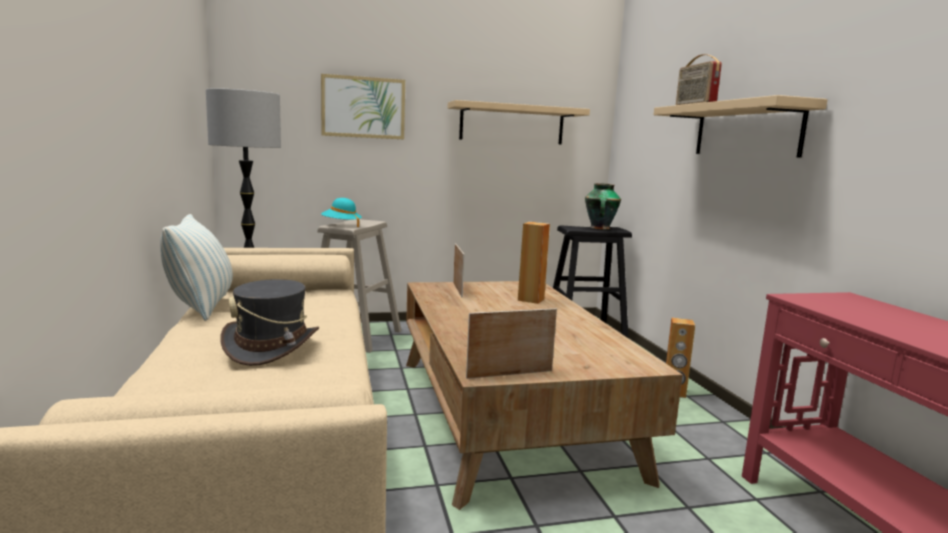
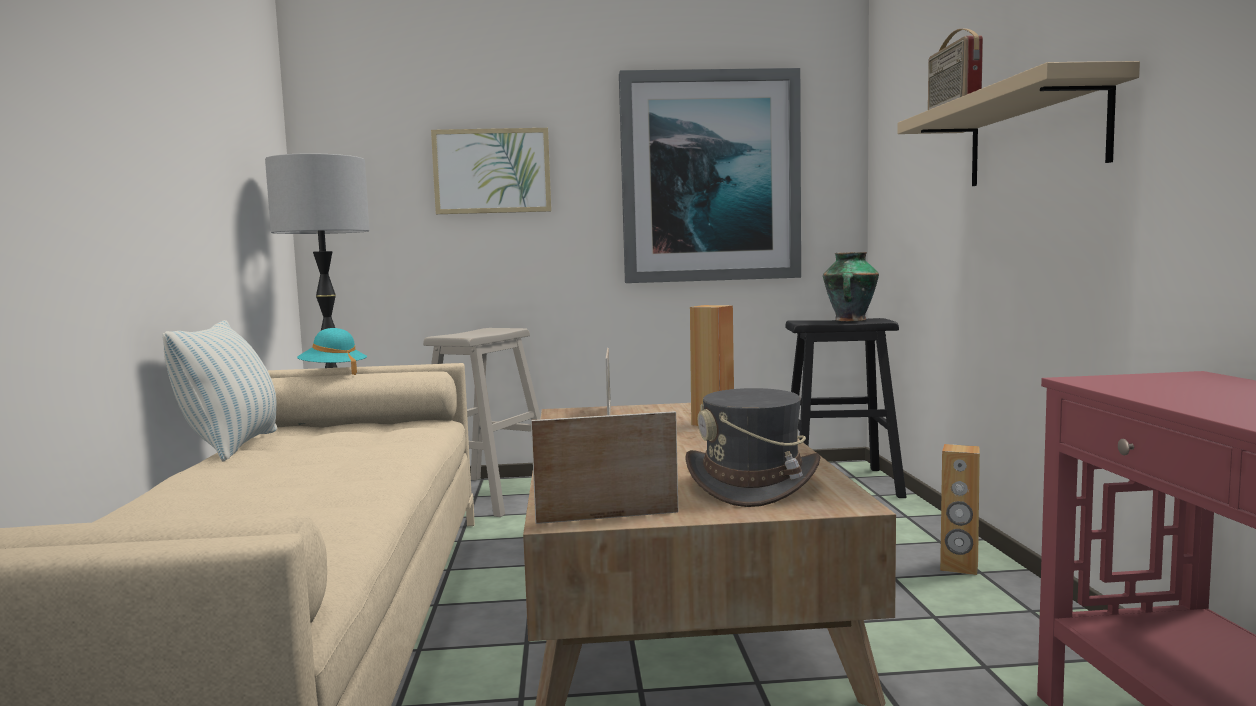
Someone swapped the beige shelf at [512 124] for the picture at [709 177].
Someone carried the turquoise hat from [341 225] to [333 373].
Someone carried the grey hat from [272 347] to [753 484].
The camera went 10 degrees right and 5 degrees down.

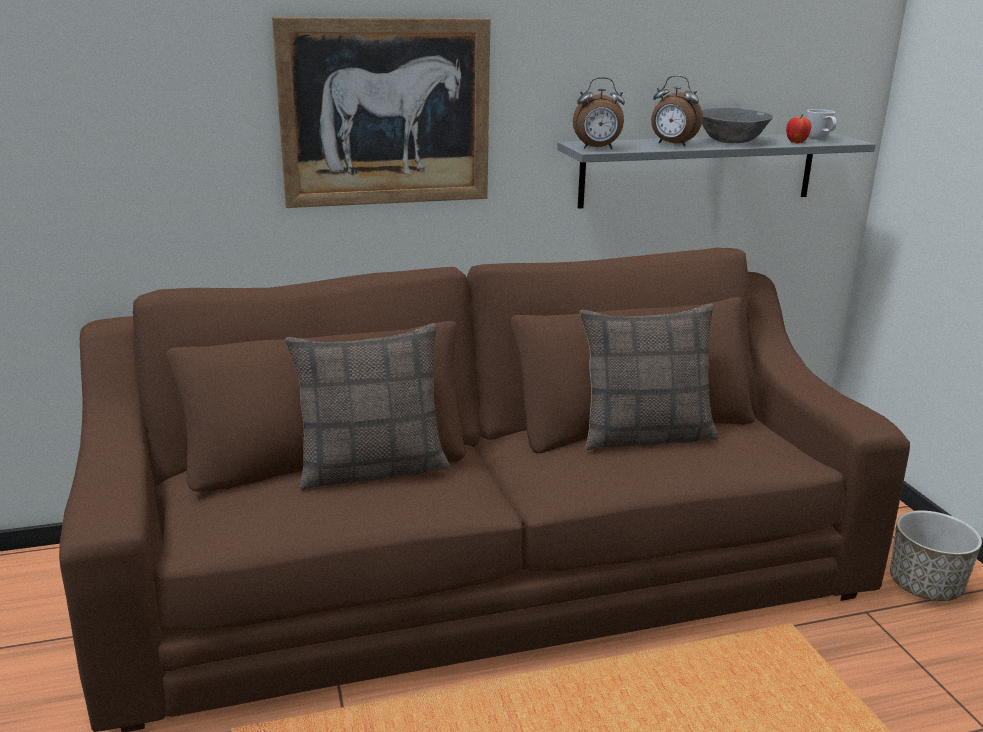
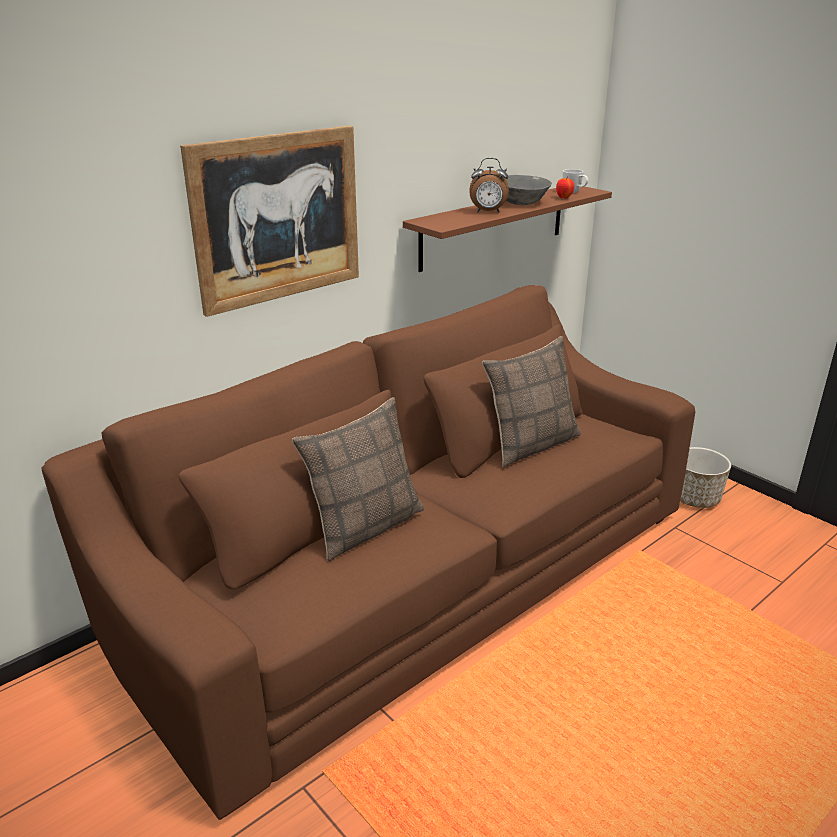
Someone took away the alarm clock at [597 148].
Someone repainted the grey shelf at [698 170], which became the brown shelf at [494 226].
The camera went 25 degrees left and 5 degrees up.

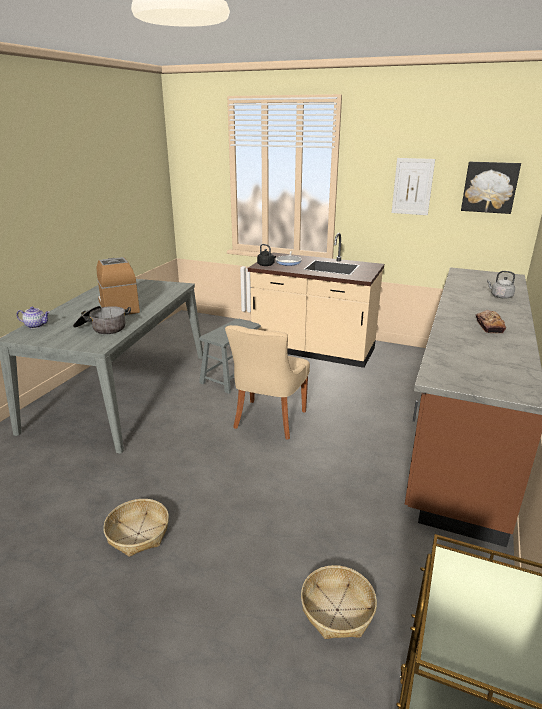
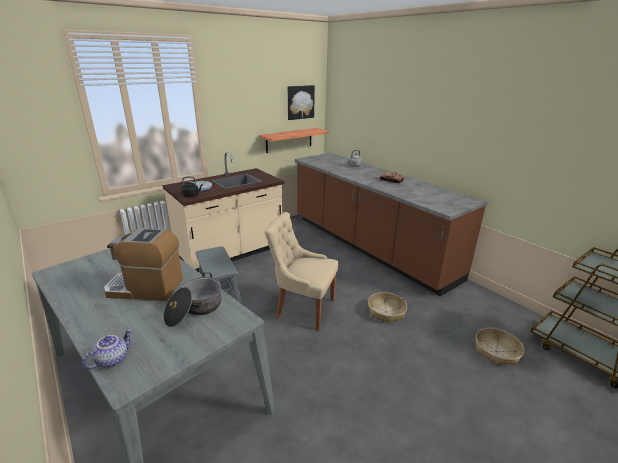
Someone took away the picture at [412 186].
Someone rotated the beige chair at [268 420] by 150 degrees clockwise.
Someone carried the basket from [138 533] to [386 312].
Someone put up the shelf at [289 140].
The camera went 60 degrees left and 0 degrees up.

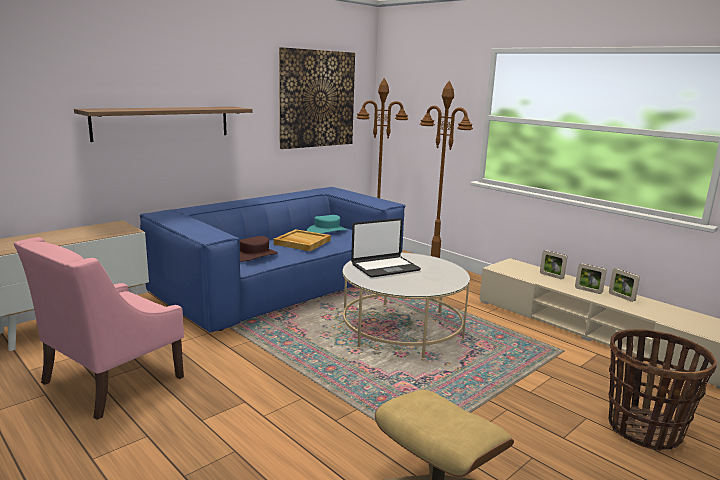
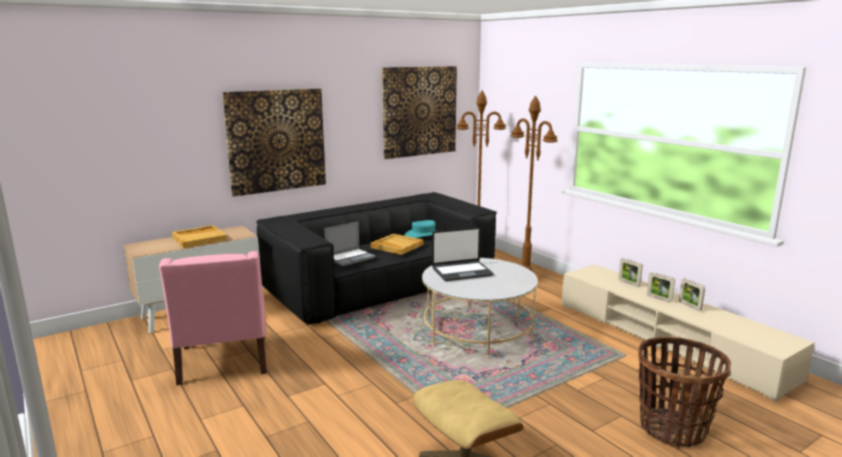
Someone swapped the shelf at [162 123] for the picture at [276 141].
Someone repainted the blue sofa at [282 285], which became the black sofa at [381 284].
Someone swapped the brown hat at [254 255] for the laptop at [350 258].
Someone rotated the pink armchair at [111 380] by 60 degrees counterclockwise.
Someone put down the beige tray at [199 238].
The camera went 10 degrees right and 0 degrees up.

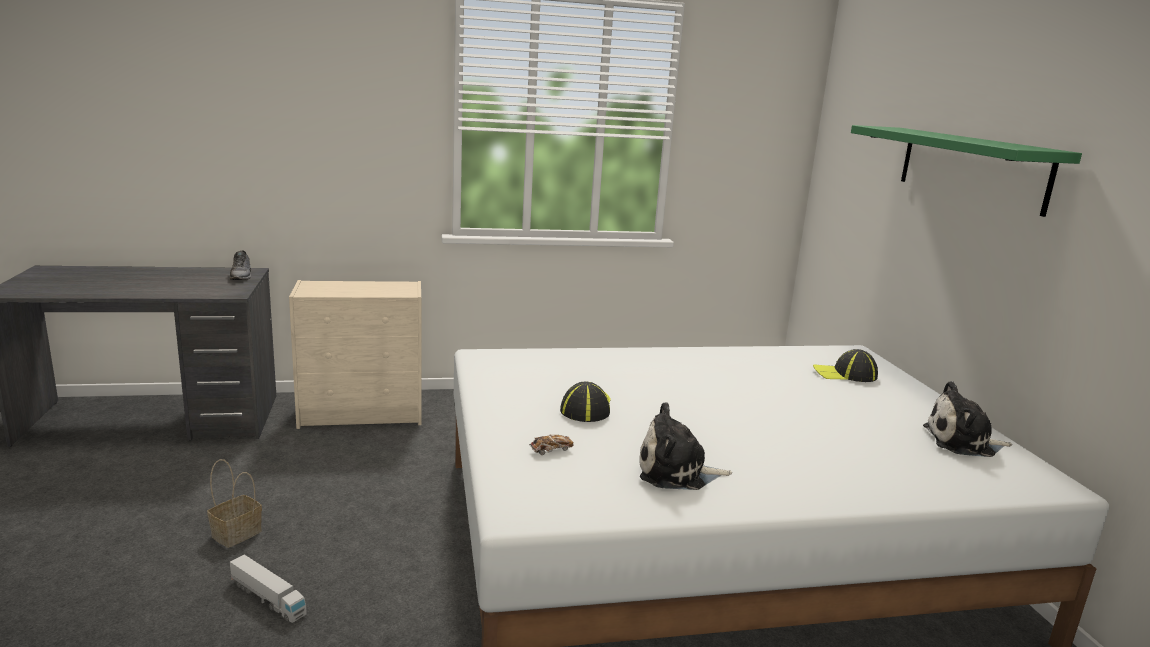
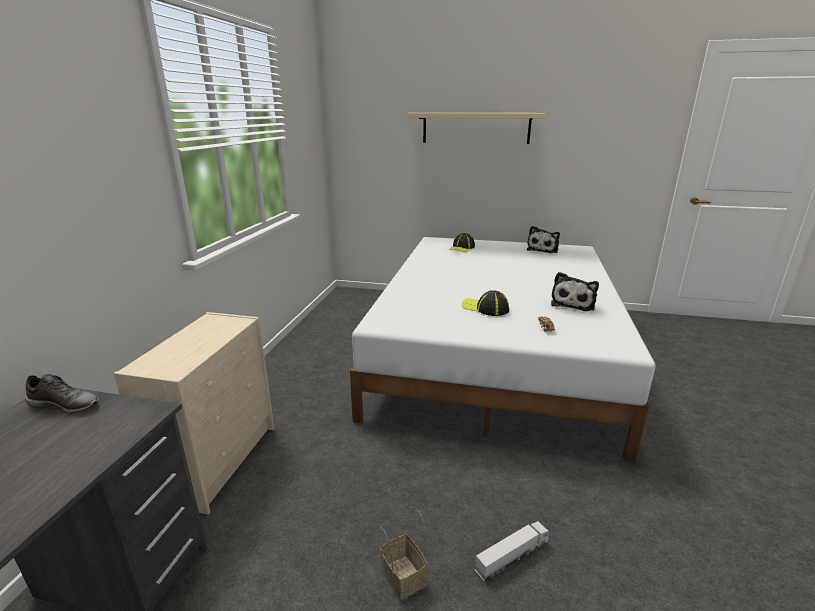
Someone repainted the green shelf at [971 167], which became the beige shelf at [475 128].
The camera went 65 degrees left and 5 degrees up.

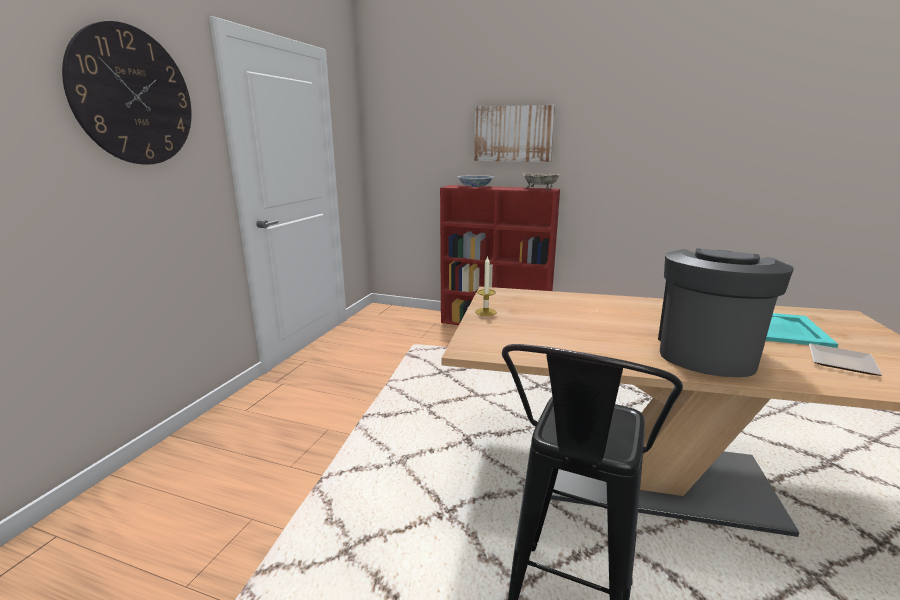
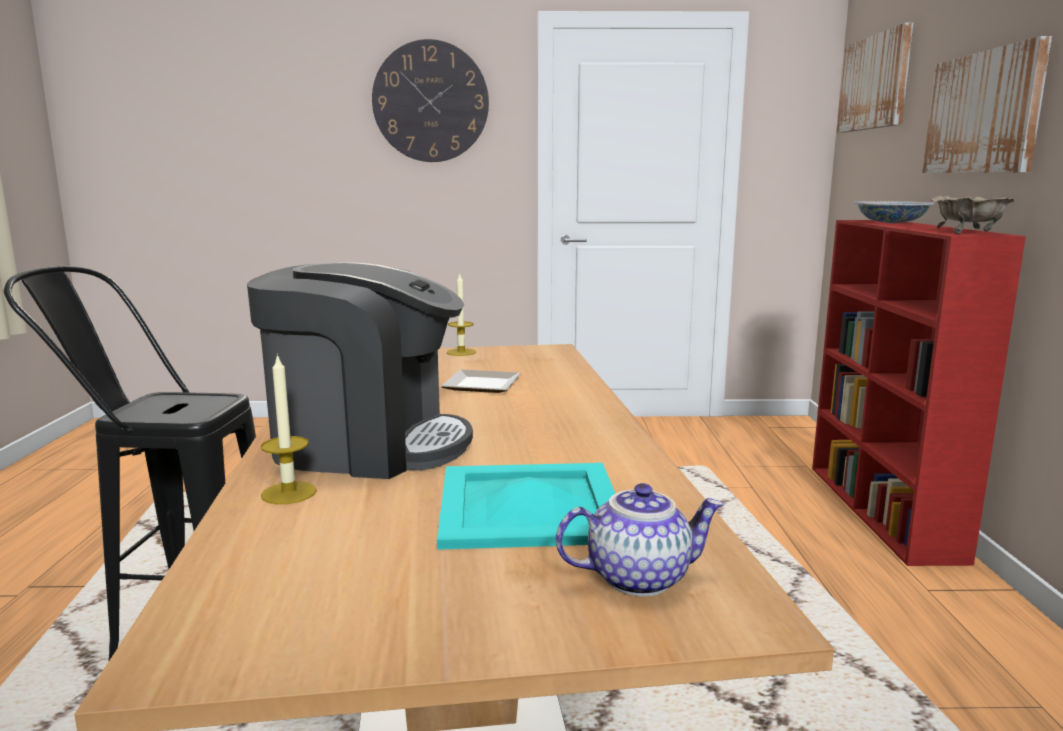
Someone carried the plate from [843 362] to [484 386].
Someone put up the picture at [875 82].
Someone put down the candle at [289 493].
Someone put down the teapot at [638 577].
The camera went 70 degrees right and 5 degrees down.

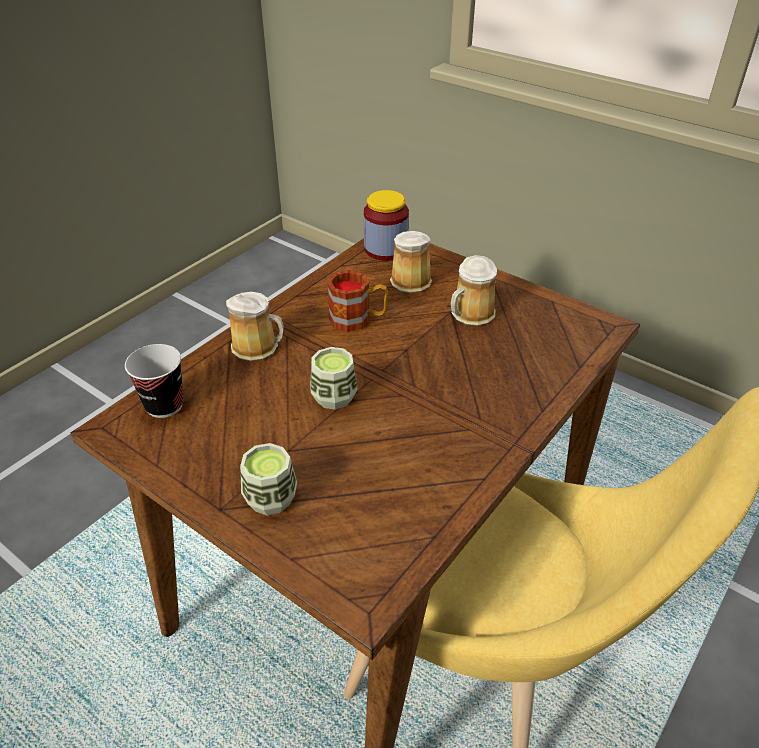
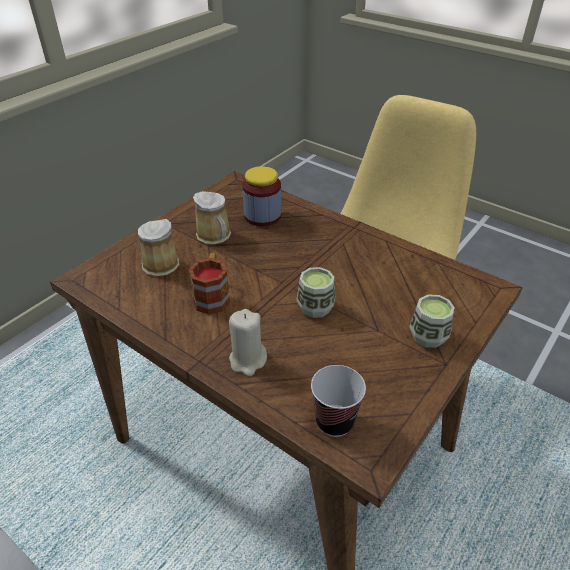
Someone carried the jar from [386 249] to [262 216].
Someone swapped the mug at [258 347] for the beige candle at [248 360].
The camera went 90 degrees left and 0 degrees up.

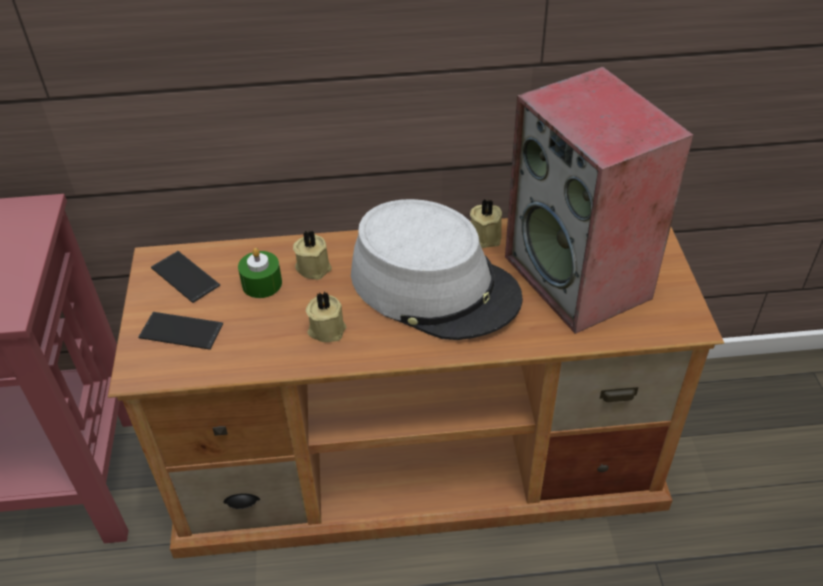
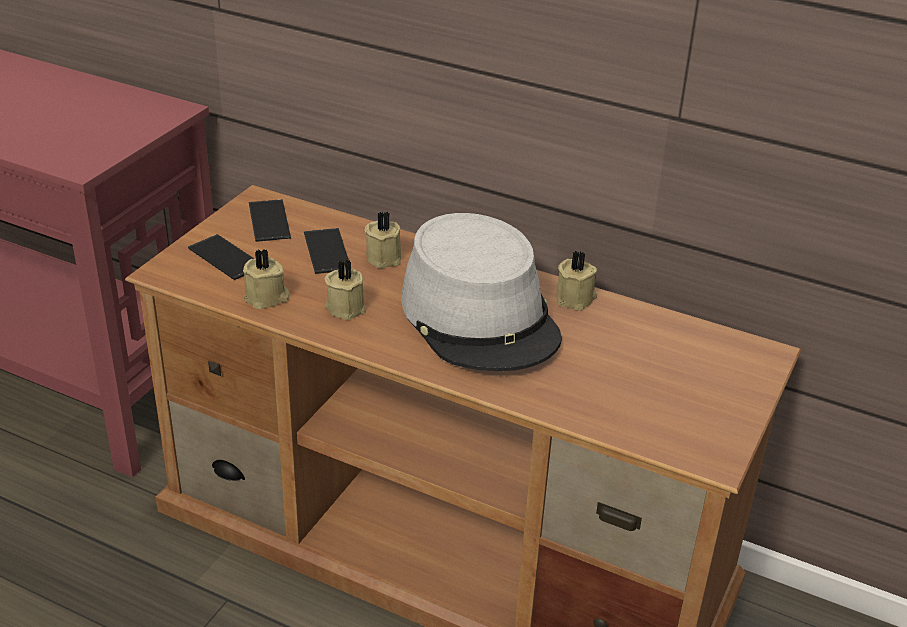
Someone took away the speaker at [579 278].
Someone swapped the green candle at [262 283] for the phone at [327 251].
Someone put down the beige candle at [267 298].
The camera went 30 degrees right and 10 degrees down.

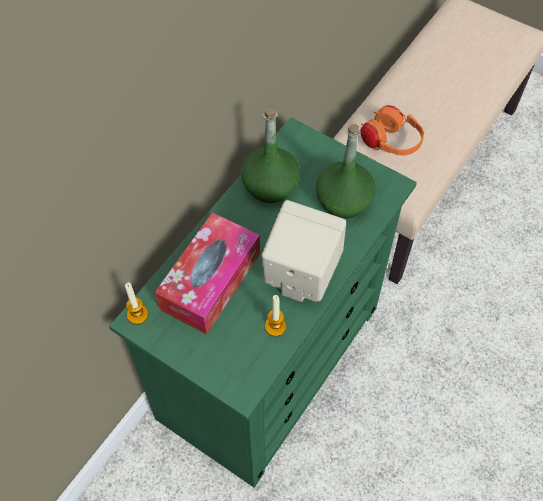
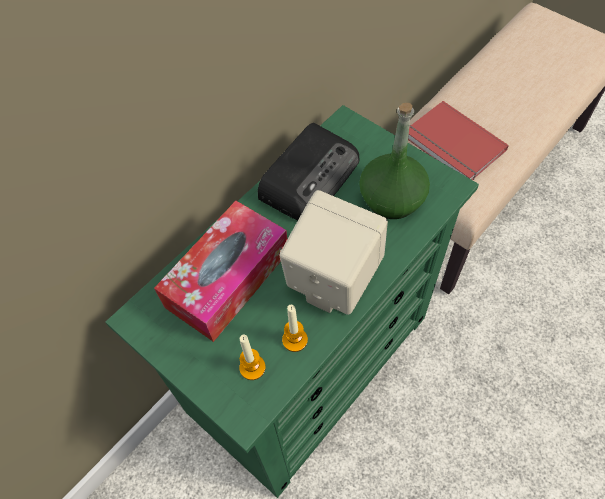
Someone swapped the orange headphones at [390 143] for the red book at [452 145].
Someone swapped the green bottle at [270 185] for the radio at [310 176].
Someone carried the candle from [137 314] to [252 367].
The camera went 10 degrees right and 0 degrees up.

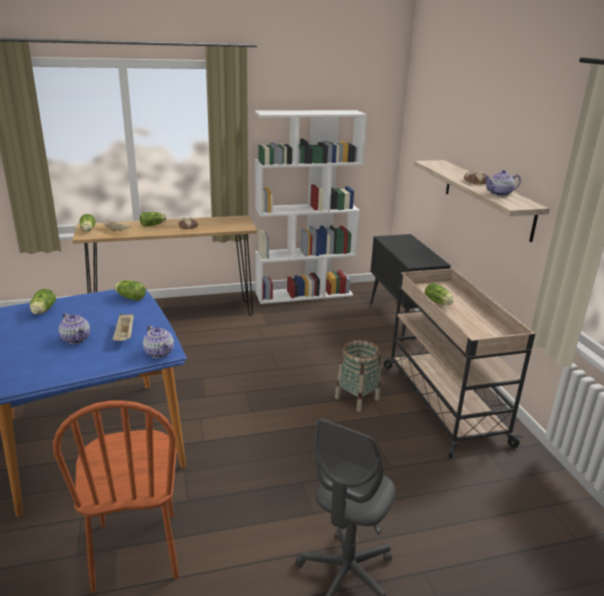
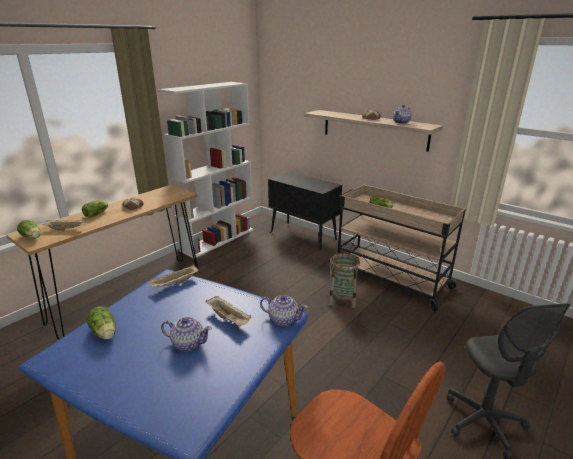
Someone swapped the lettuce at [130 297] for the beige tray at [175 284].
The camera went 35 degrees left and 0 degrees up.

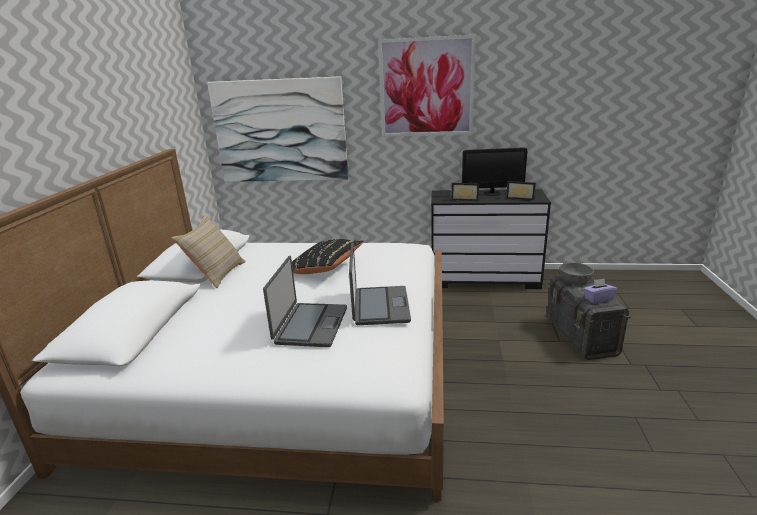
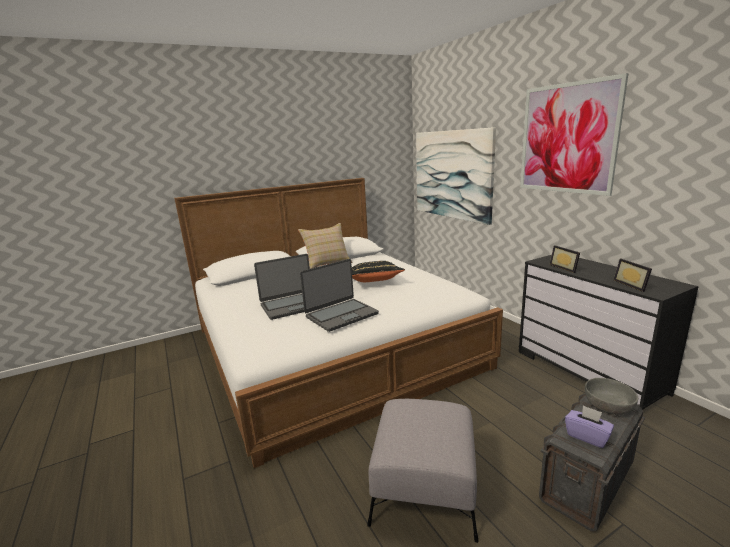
Someone took away the monitor at [492 193].
Someone put down the grey ottoman at [424 489].
The camera went 55 degrees right and 5 degrees down.

